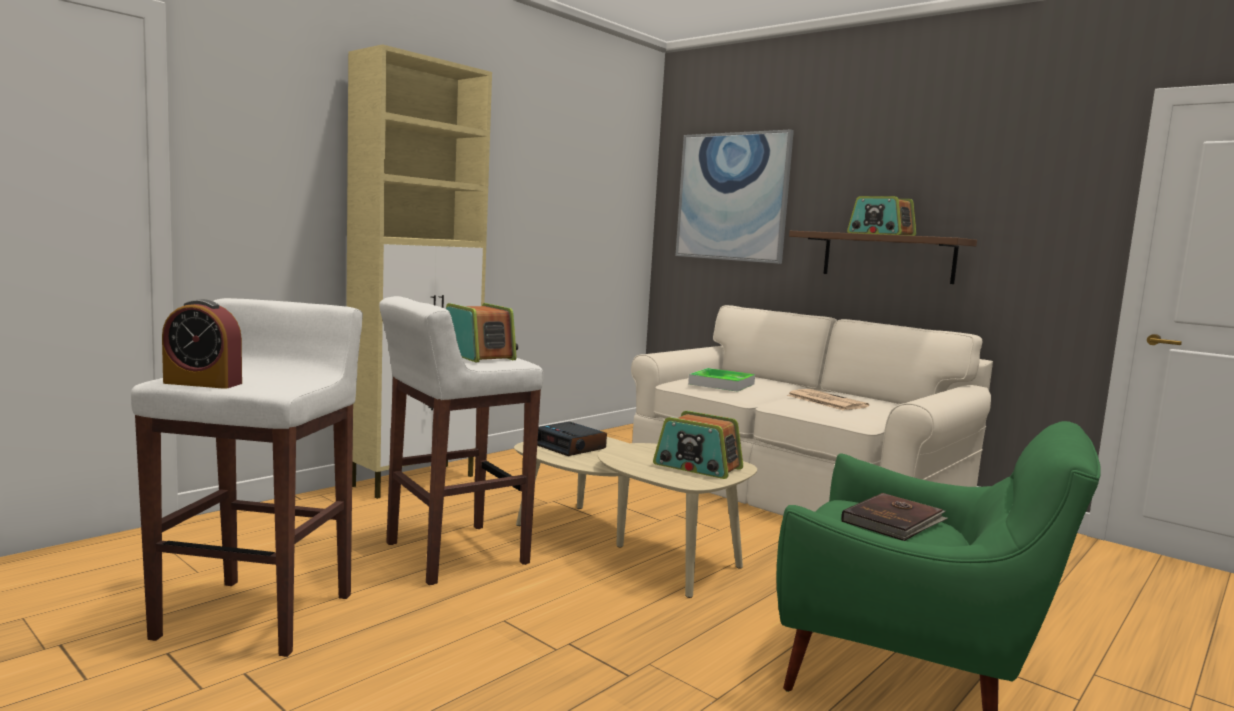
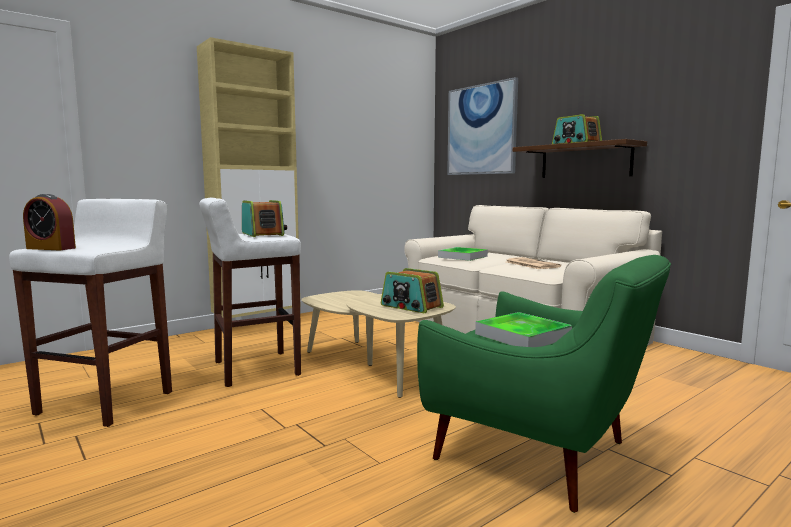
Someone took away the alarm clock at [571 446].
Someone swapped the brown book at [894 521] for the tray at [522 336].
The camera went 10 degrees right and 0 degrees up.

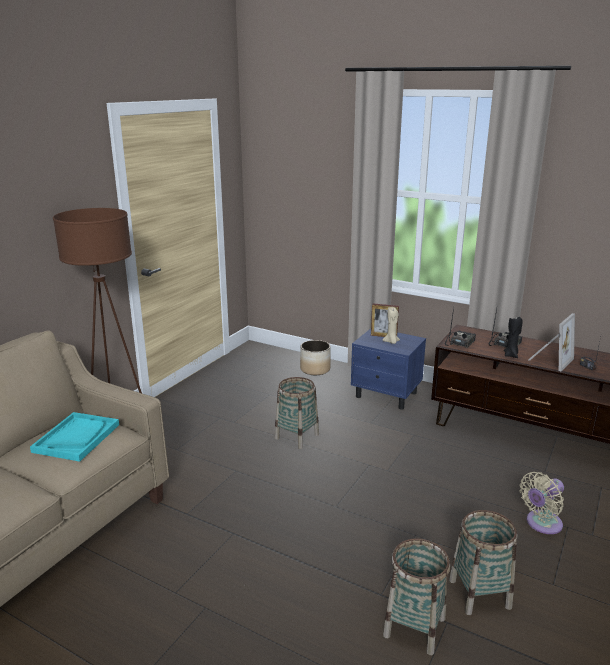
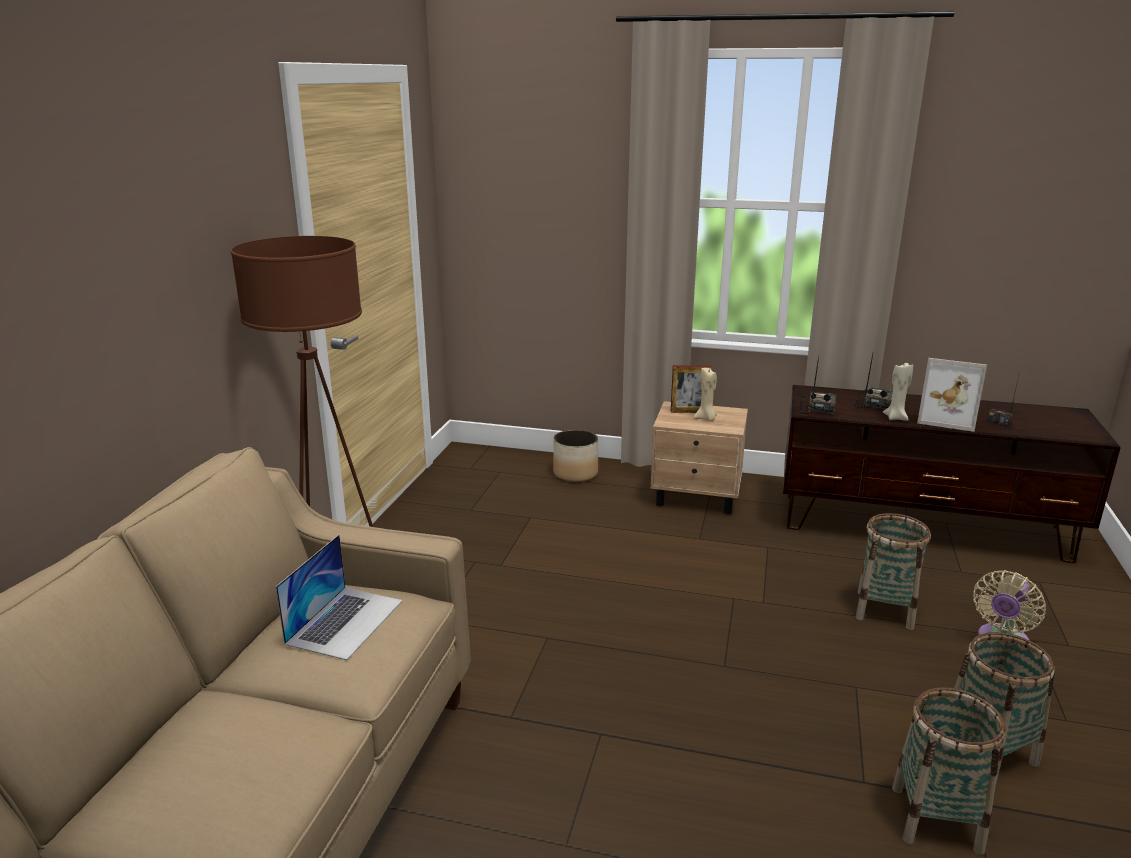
Someone rotated the picture frame at [549 360] by 90 degrees clockwise.
Someone repainted the black candle at [511 355], which became the beige candle at [895 418].
Someone repainted the blue nightstand at [387 395], which became the beige nightstand at [697 497].
Someone carried the basket from [296 436] to [884 610].
Someone swapped the turquoise tray at [76 438] for the laptop at [345 621].
The camera went 15 degrees left and 0 degrees up.

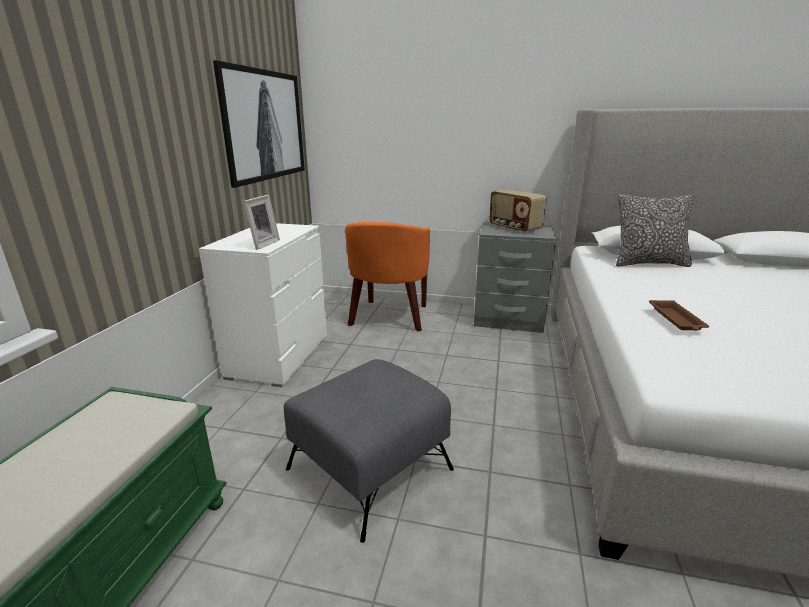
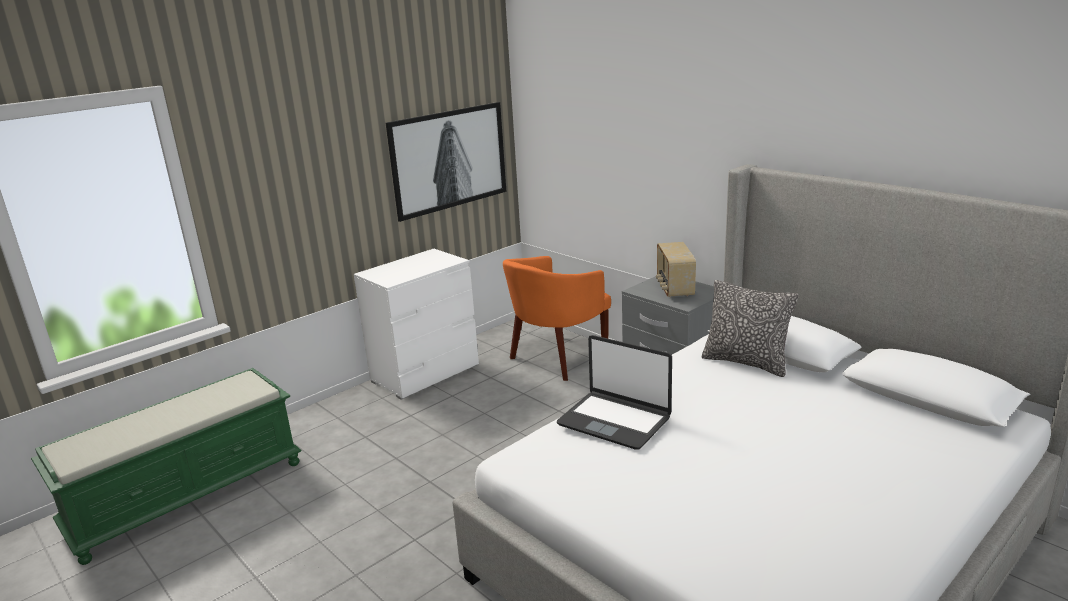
Someone took away the picture frame at [262 244].
Someone swapped the brown tray at [676 319] for the laptop at [614 420].
Someone took away the grey ottoman at [371 469].
The camera went 35 degrees right and 0 degrees up.

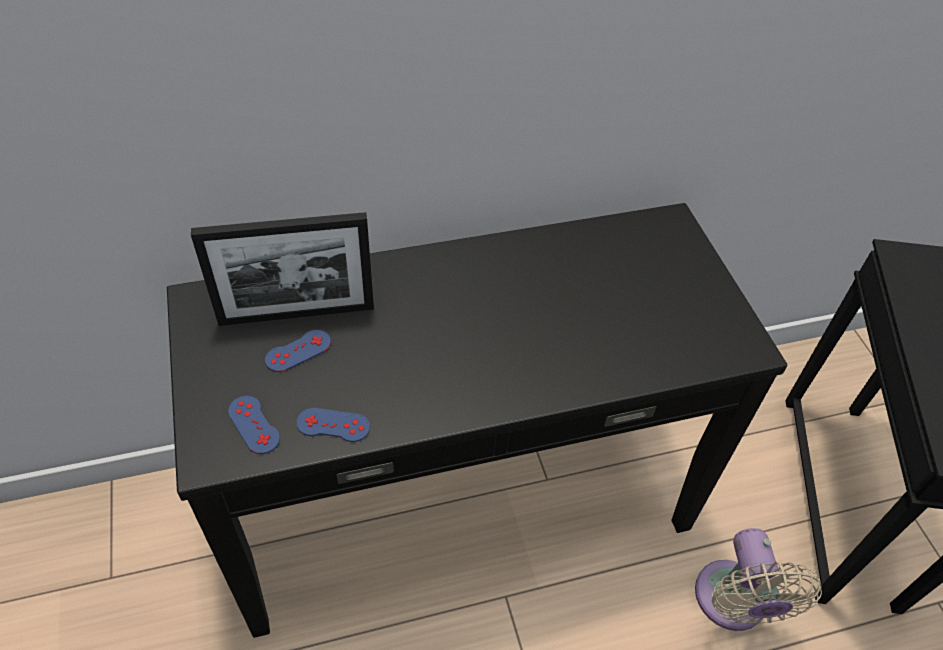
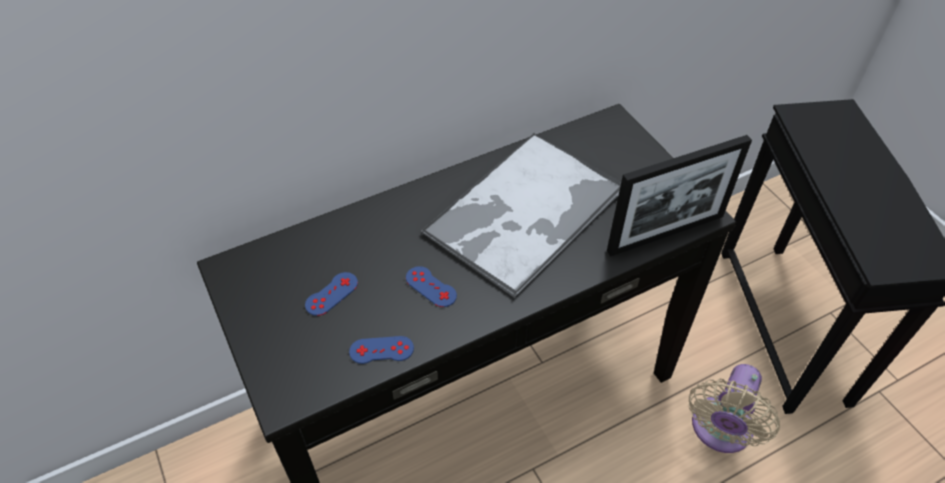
Someone carried the picture frame from [297 314] to [665 233].
Someone carried the blue game controller from [254 425] to [431 287].
Someone rotated the beige fan at [732 604] by 45 degrees clockwise.
Someone put down the tray at [524 213].
The camera went 10 degrees left and 0 degrees up.

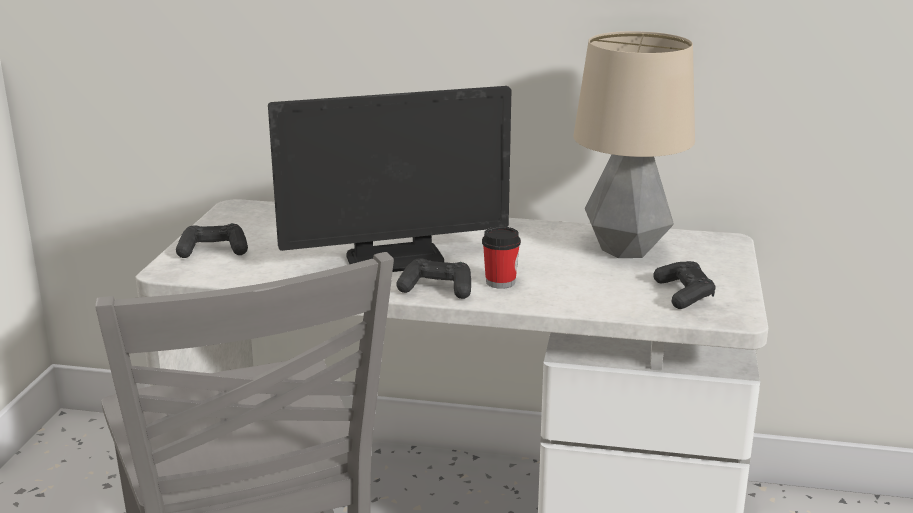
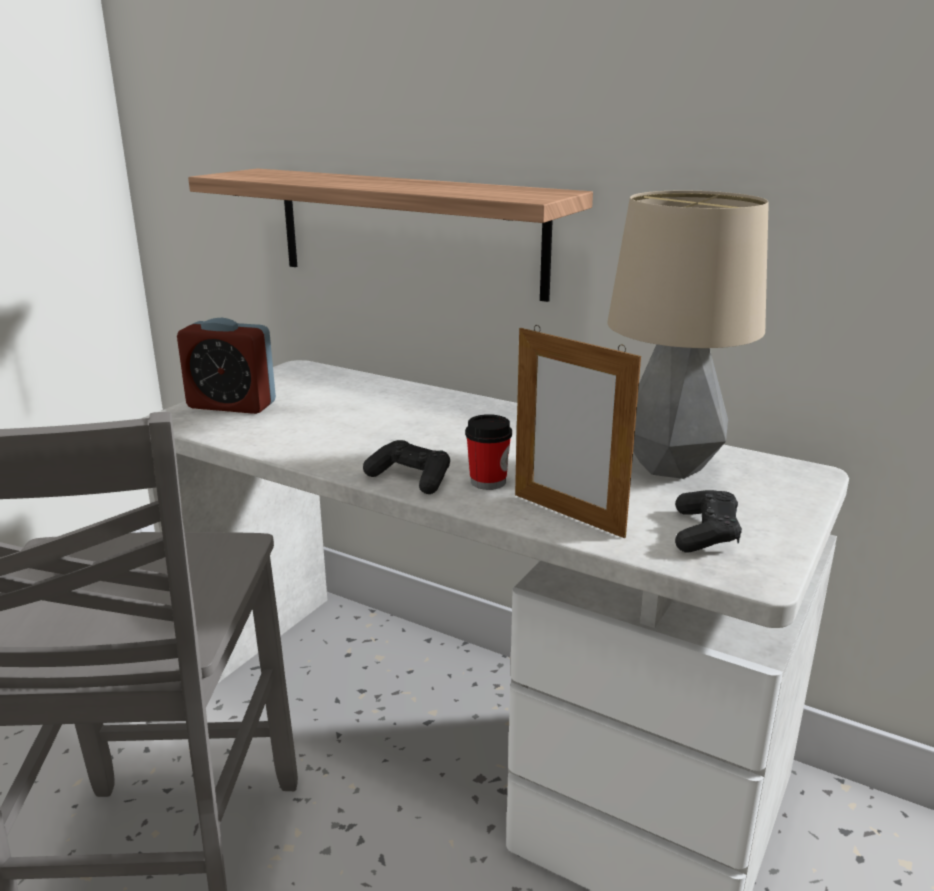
Someone took away the monitor at [395 259].
Someone swapped the black game controller at [213 250] for the alarm clock at [232 405].
Someone put up the shelf at [408 231].
Someone put down the picture frame at [568 515].
The camera went 20 degrees right and 0 degrees up.

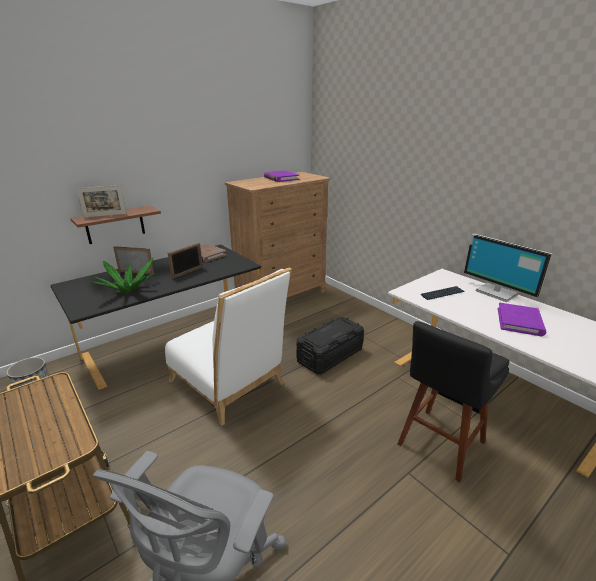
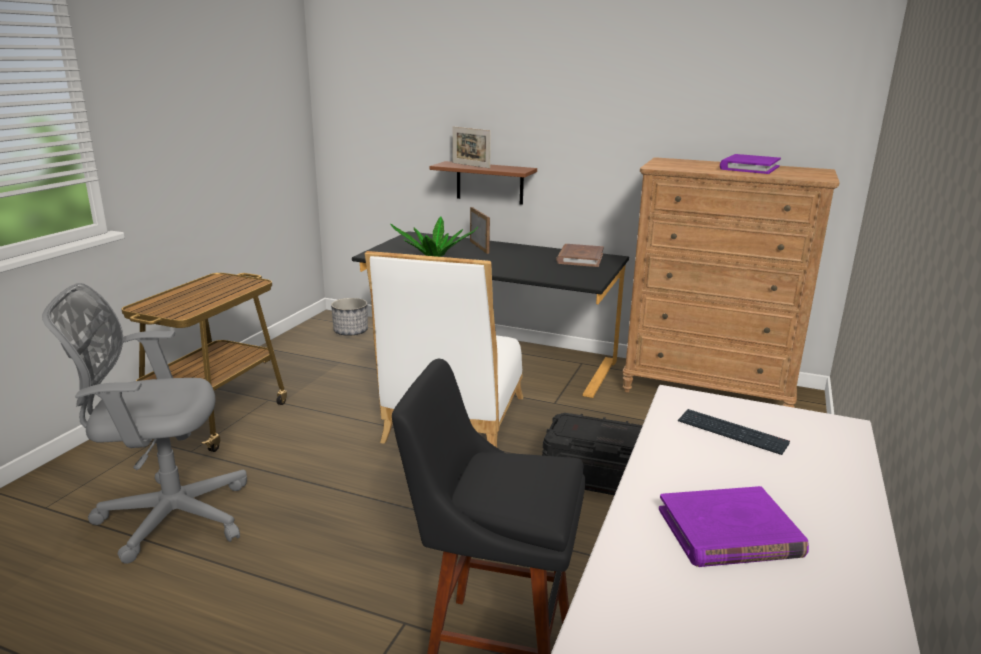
Someone took away the monitor at [497 292].
Someone took away the picture frame at [187 272].
The camera went 60 degrees right and 5 degrees down.

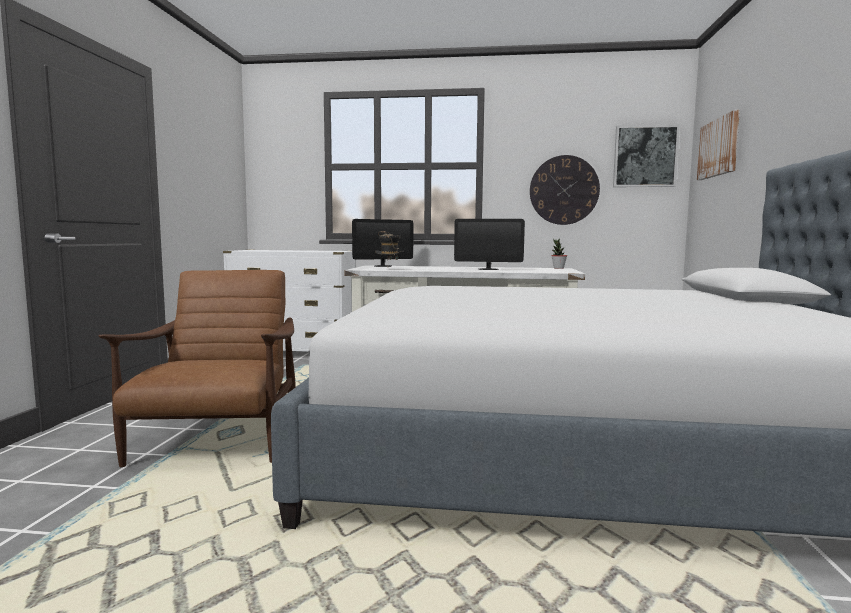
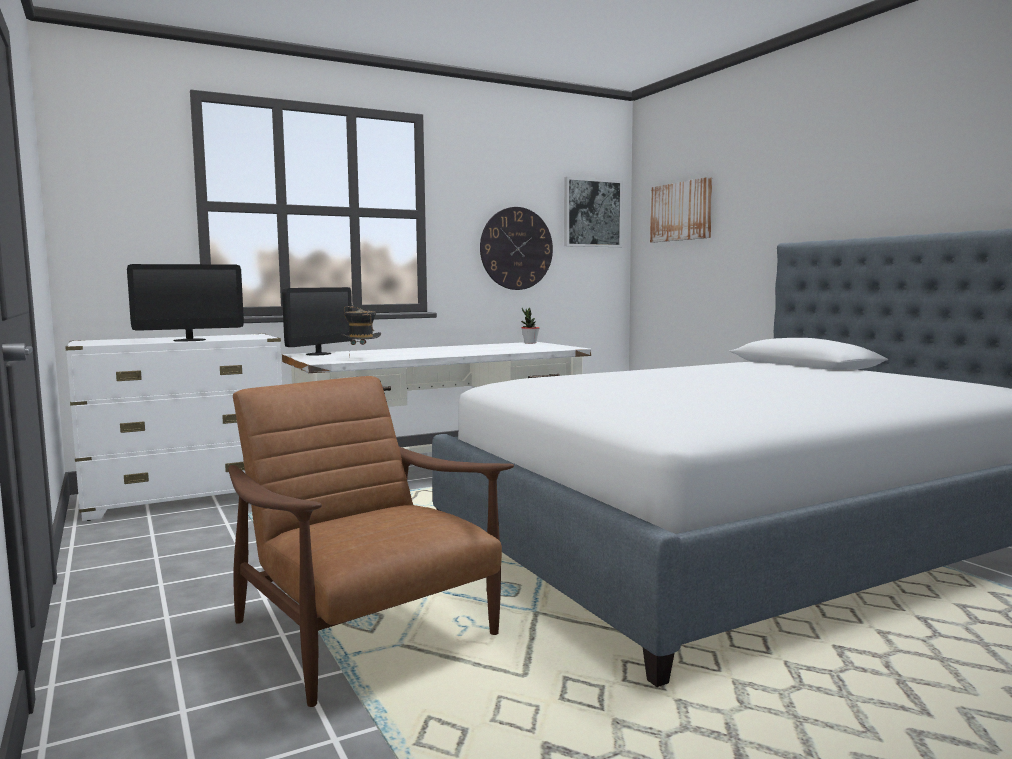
Someone carried the monitor from [488 269] to [189 340].
The camera went 35 degrees left and 0 degrees up.

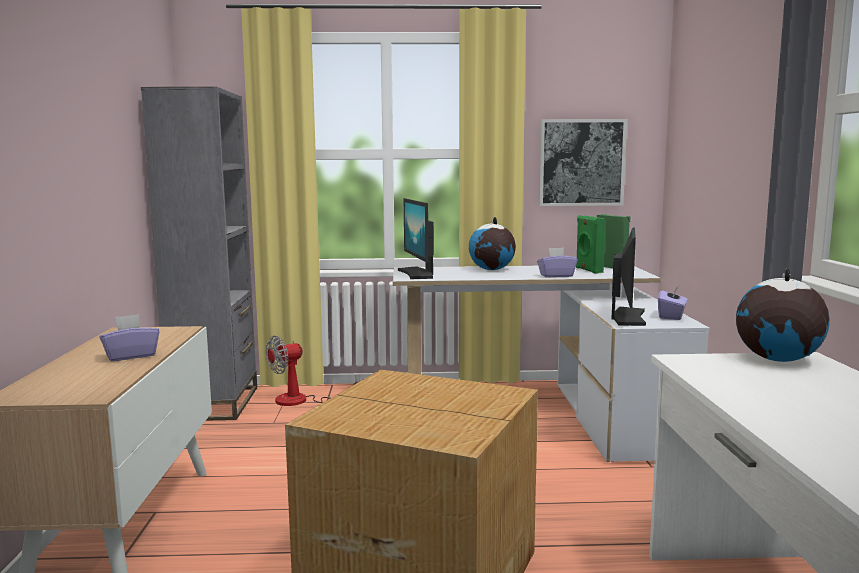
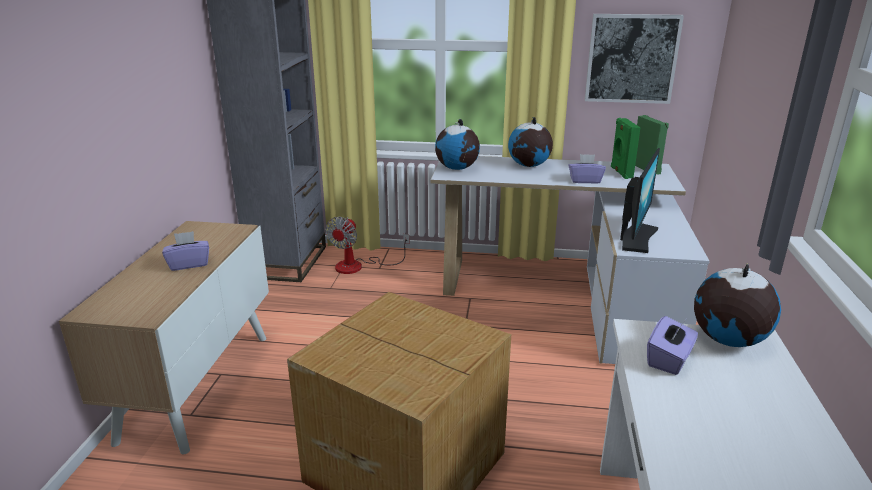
Someone swapped the monitor at [417 274] for the globe at [457 168].
Someone carried the purple tissue box from [671 316] to [669 360].
Someone rotated the fan at [302 401] by 45 degrees counterclockwise.
The camera went 10 degrees right and 15 degrees up.

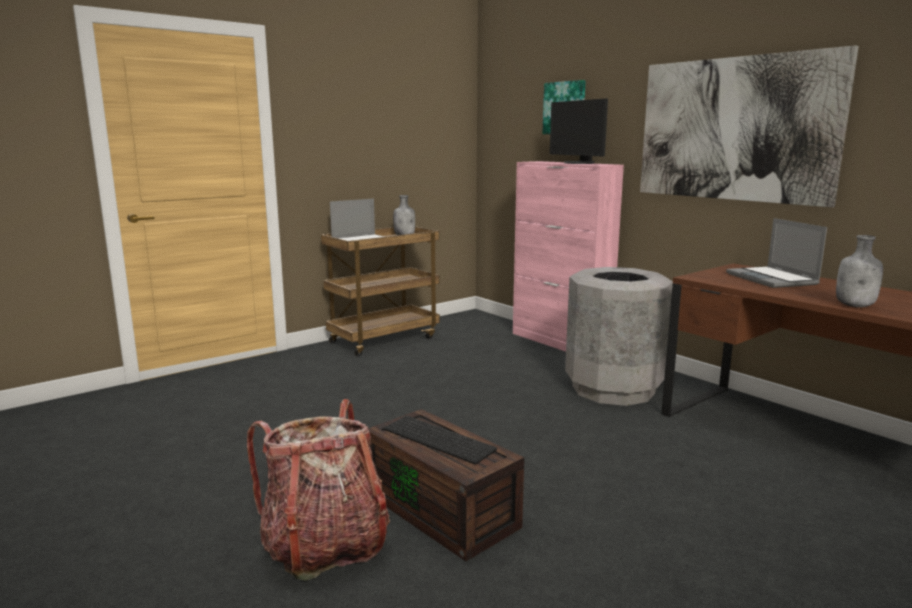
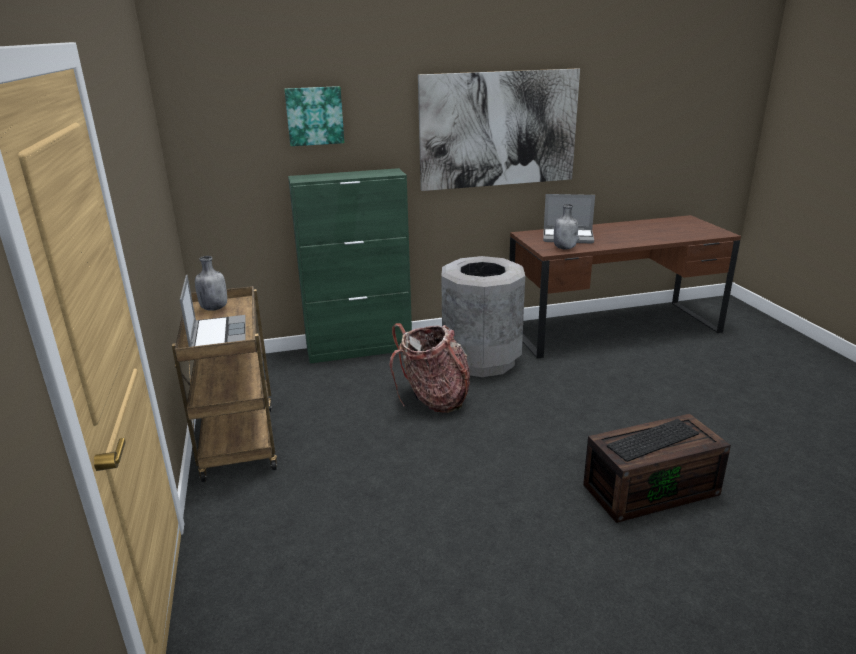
Someone took away the monitor at [577 163].
Someone repainted the pink cabinet at [560 342], which became the green cabinet at [360 349].
Someone carried the grey bottle from [855 306] to [565 248].
Someone carried the backpack from [324 545] to [434 399].
The camera went 65 degrees left and 10 degrees up.

